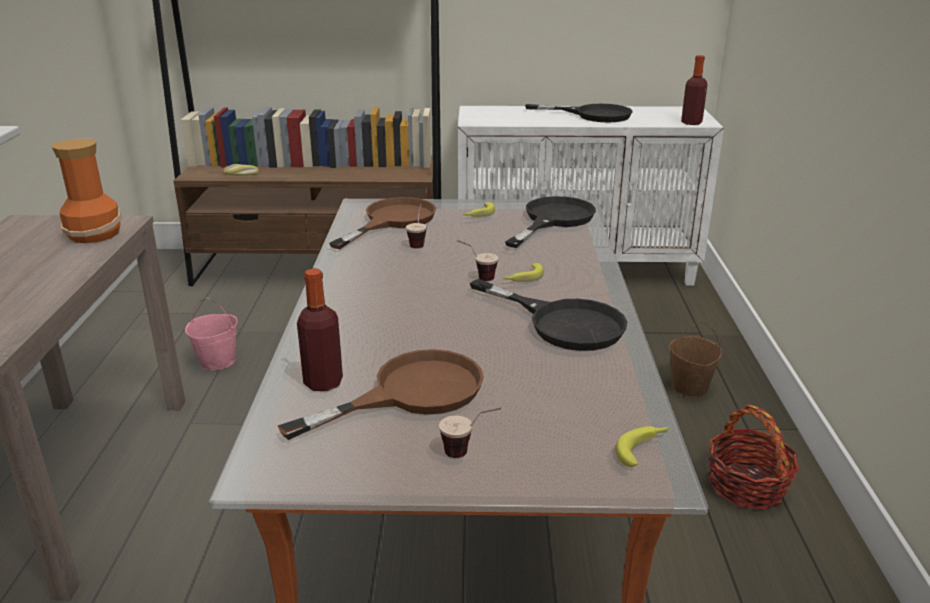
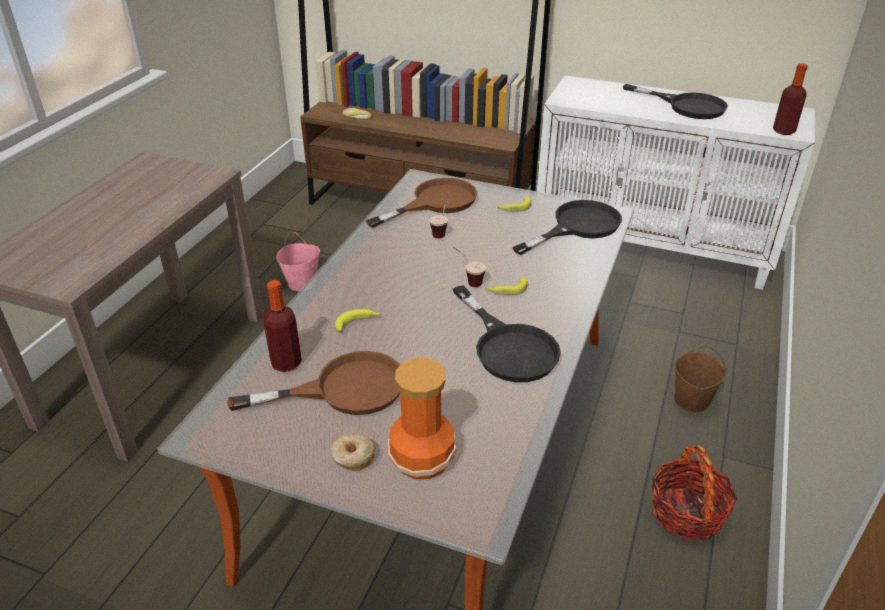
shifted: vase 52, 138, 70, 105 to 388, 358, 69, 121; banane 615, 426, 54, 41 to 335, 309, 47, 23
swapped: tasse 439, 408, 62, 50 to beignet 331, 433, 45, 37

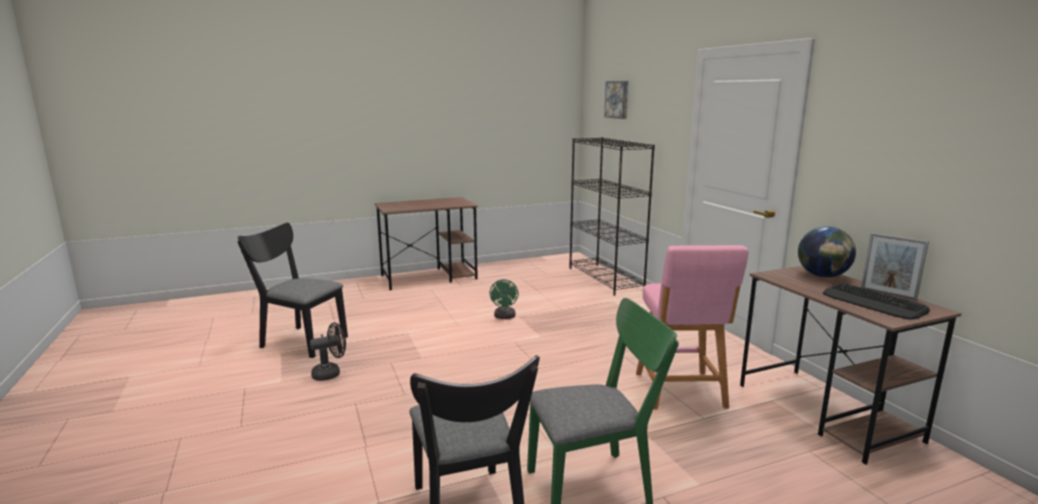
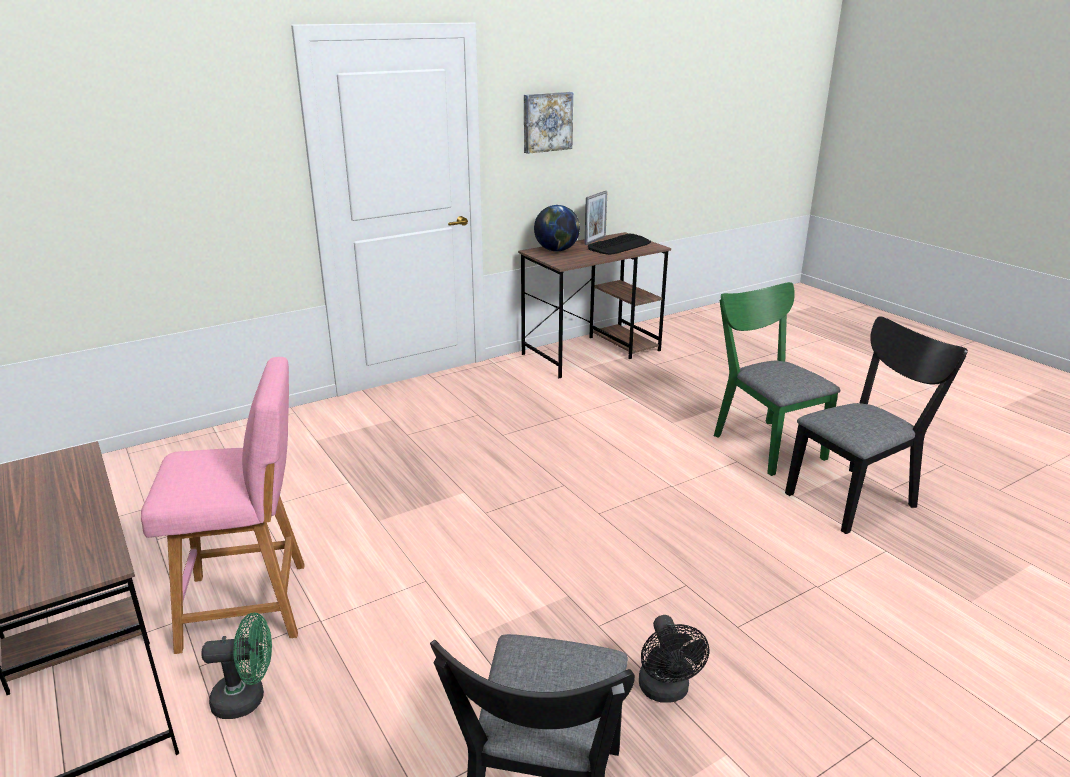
gone: bibliothèque (noir) 569, 137, 86, 158
shifted: ventilateur (vert) 489, 279, 30, 40 to 201, 613, 71, 106; tableau 604, 81, 24, 38 to 524, 92, 49, 62; tabouret (rose) 636, 245, 113, 165 to 141, 357, 164, 297
rotated: ventilateur (noir) 310, 323, 36, 58 = 639, 615, 70, 88 150 degrees counterclockwise

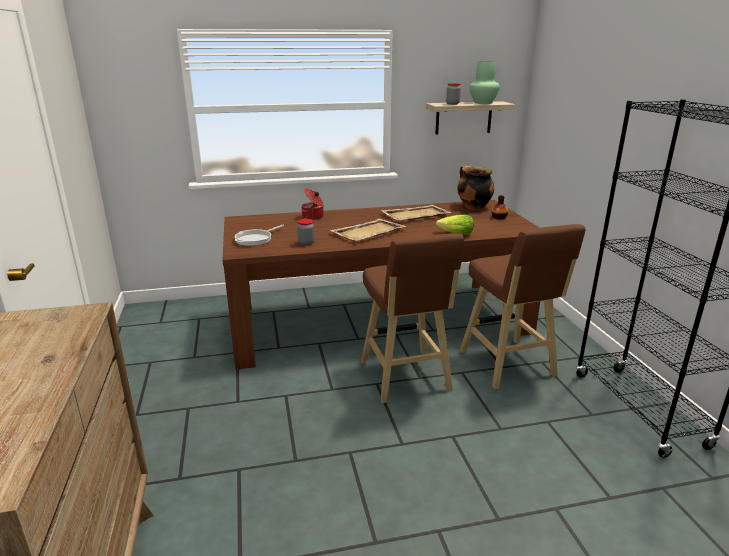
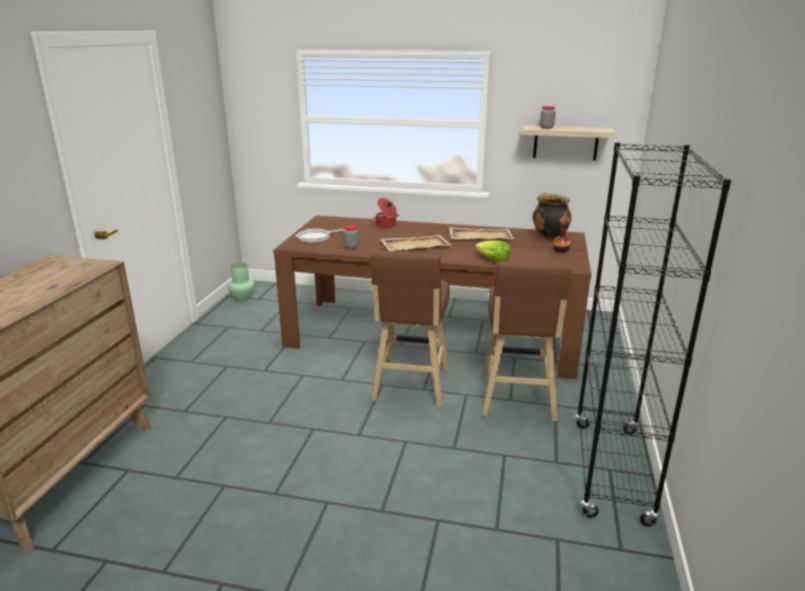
shifted: vase (vert) 470, 61, 30, 43 to 228, 263, 27, 38

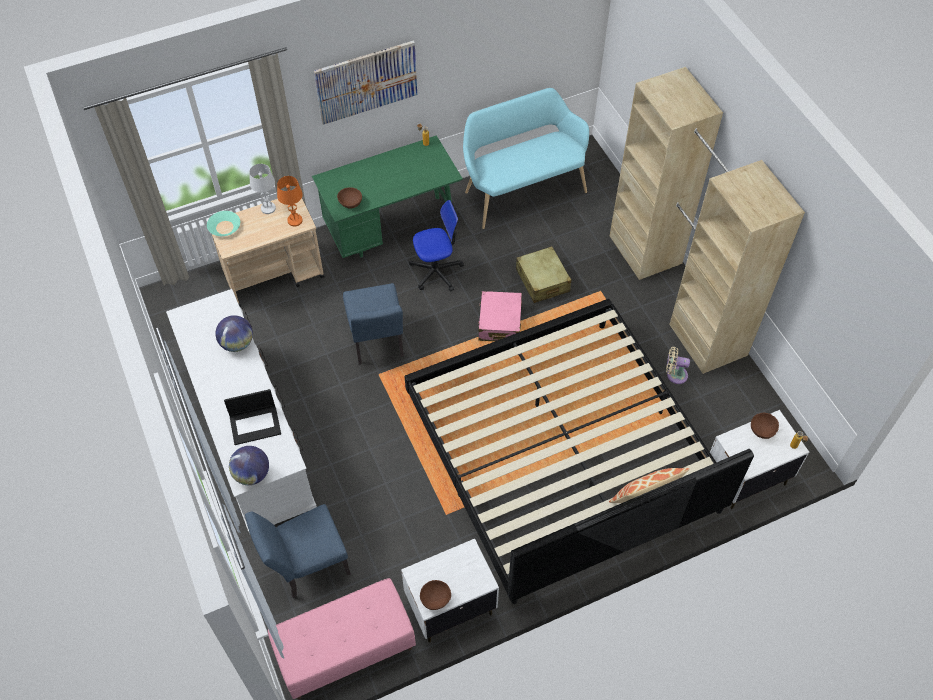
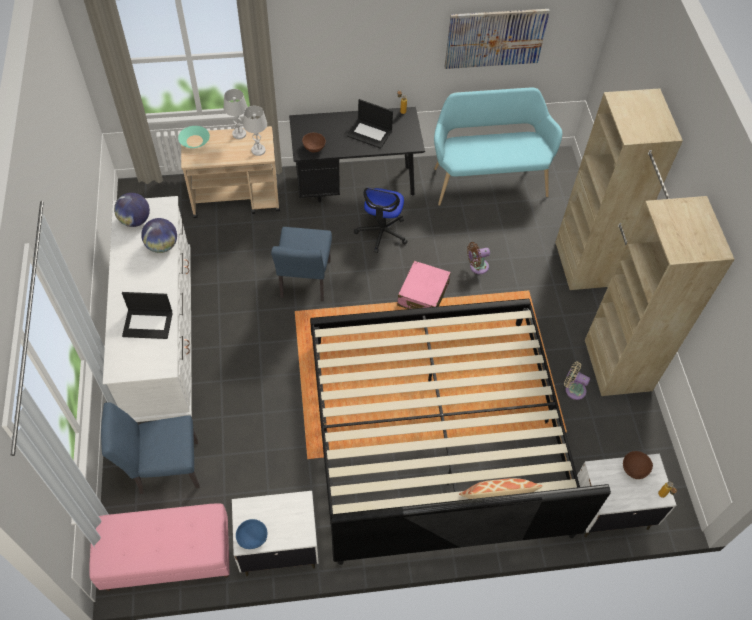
new: ordinateur portable 347, 99, 46, 50
shifted: globe 229, 446, 40, 39 to 114, 193, 36, 34; tableau 314, 41, 103, 84 to 445, 9, 105, 60
swapped: valise (beige) 516, 246, 55, 57 to ventilateur (marron) 467, 242, 23, 32
repainted: lampe de table (orange) 277, 176, 26, 50 to lampe de table (blanc) 243, 106, 24, 50; bureau (vert) 312, 135, 151, 123 to bureau (noir) 289, 107, 136, 96; bol (marron) 420, 580, 31, 30 to bol (bleu) 236, 519, 31, 30
rotated: chaise de bureau 409, 200, 55, 91 = 354, 188, 54, 65 105 degrees clockwise

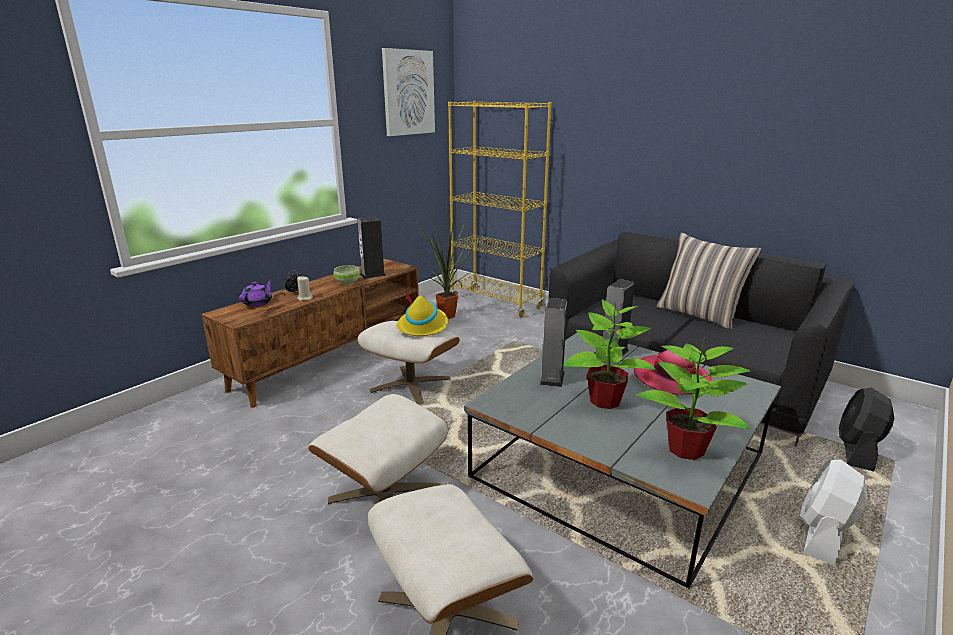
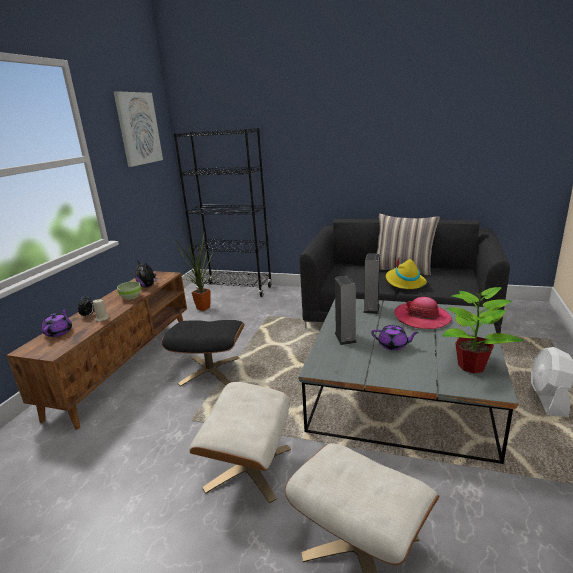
gone: ventilateur (noir) 839, 387, 55, 84
shifted: chapeau (jaune) 397, 291, 51, 45 to 386, 259, 41, 30
swapped: enceinte 357, 217, 29, 62 to peluche 135, 260, 23, 28; plante en pot 563, 299, 93, 110 to théière (violet) 371, 325, 48, 25
repainted: pouf (beige) 357, 321, 103, 83 to pouf (noir) 161, 320, 83, 66; bibliothèque (jaune) 448, 101, 104, 217 to bibliothèque (noir) 174, 128, 98, 169

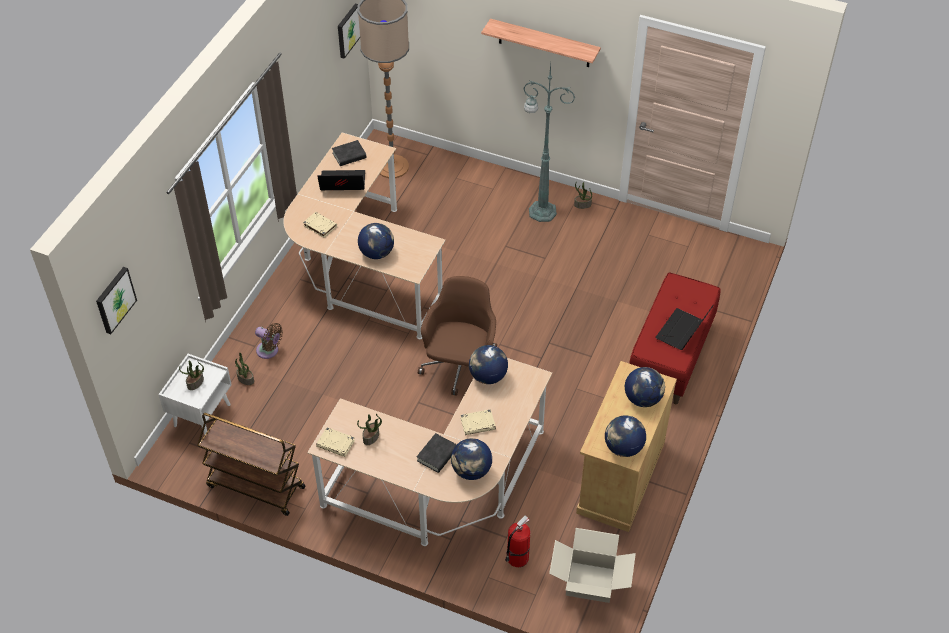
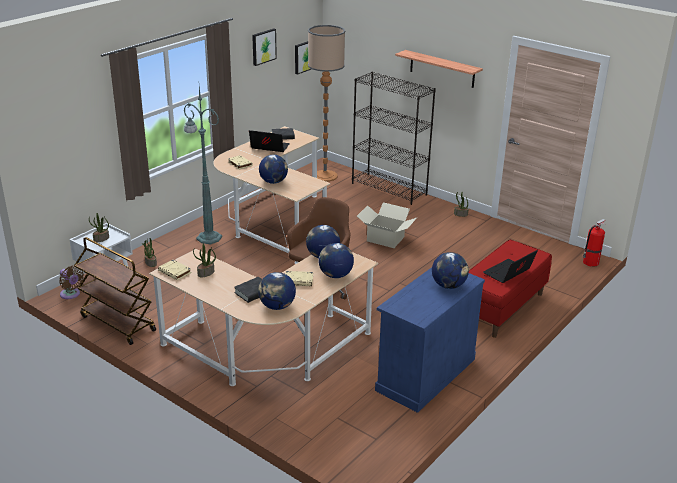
new: bibliothèque (noir) 352, 72, 84, 133
shifted: tableau 96, 267, 41, 67 to 252, 28, 25, 38; ventilateur (marron) 255, 323, 28, 36 to 59, 266, 25, 33; extincteur 505, 515, 25, 52 to 583, 219, 23, 48; lampadaire (vert) 523, 64, 52, 158 to 184, 86, 38, 158; carton 549, 528, 87, 75 to 357, 202, 60, 46; globe 605, 415, 41, 42 to 319, 243, 35, 35
repainted: meuble de rangement (beige) 576, 361, 101, 171 to meuble de rangement (bleu) 375, 267, 110, 146

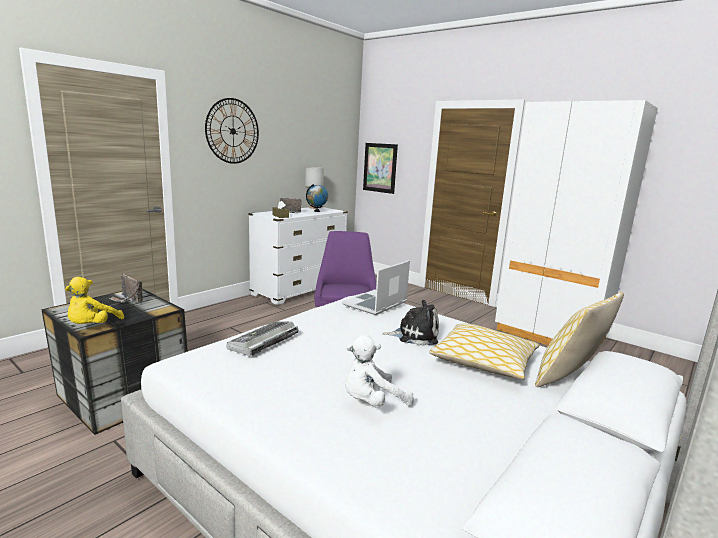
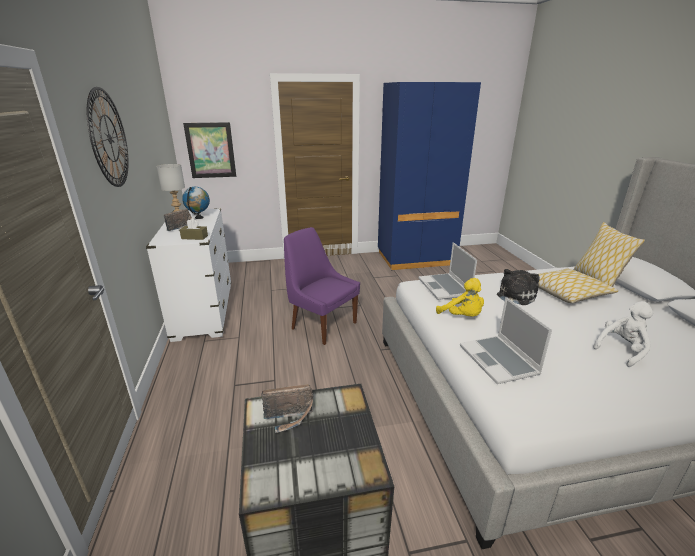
shifted: peluche (jaune) 65, 277, 59, 47 to 436, 278, 48, 38
swapped: clavier 227, 321, 71, 35 to ordinateur portable 460, 297, 92, 87
repainted: armoire (blanc) 495, 100, 163, 245 to armoire (bleu) 378, 82, 103, 188
rotated: peluche (blanc) 345, 335, 69, 72 = 593, 301, 60, 66 135 degrees counterclockwise

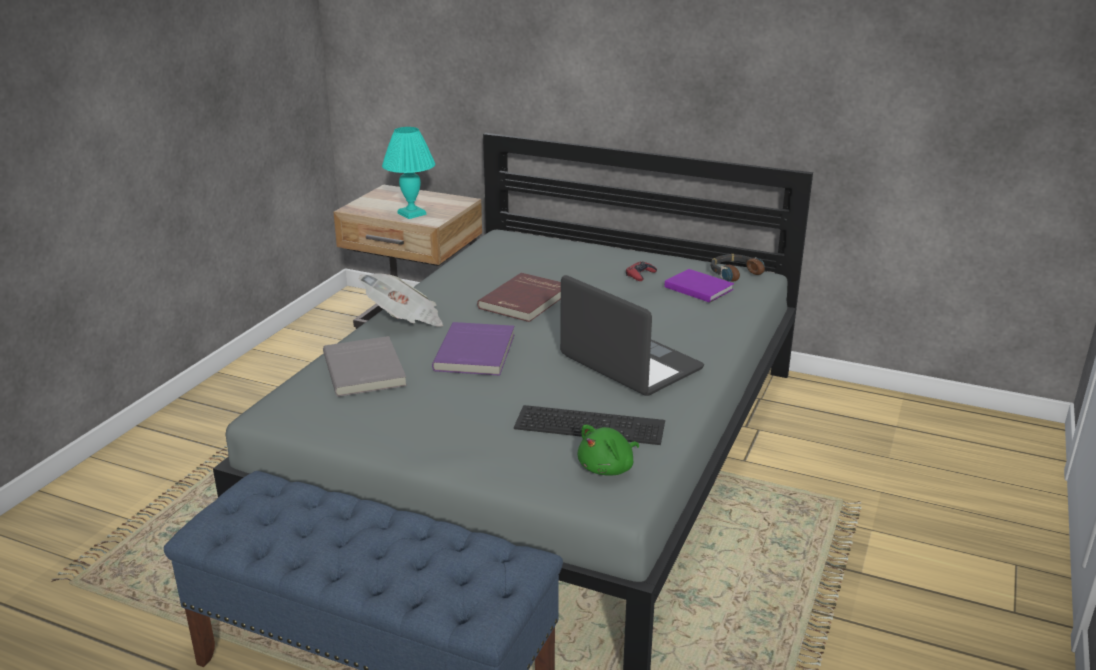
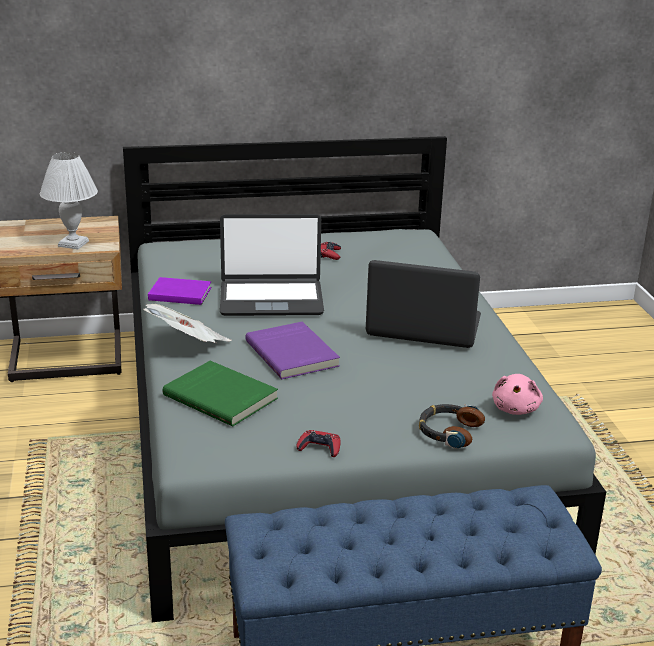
gone: clavier 514, 405, 151, 40
new: manette (rouge) 296, 430, 44, 27
shifted: livre (violet) 665, 269, 69, 34 to 148, 277, 63, 28; casque audio 711, 254, 54, 28 to 419, 404, 66, 45
swapped: livre (rouge) 477, 273, 84, 49 to ordinateur portable 220, 214, 104, 102
repainted: livre (gris) 323, 336, 84, 61 to livre (vert) 163, 361, 115, 66; lampe de table (turquoise) 382, 127, 53, 92 to lampe de table (blanc) 40, 152, 58, 97; peluche (vert) 578, 425, 61, 51 to peluche (rose) 492, 374, 51, 41

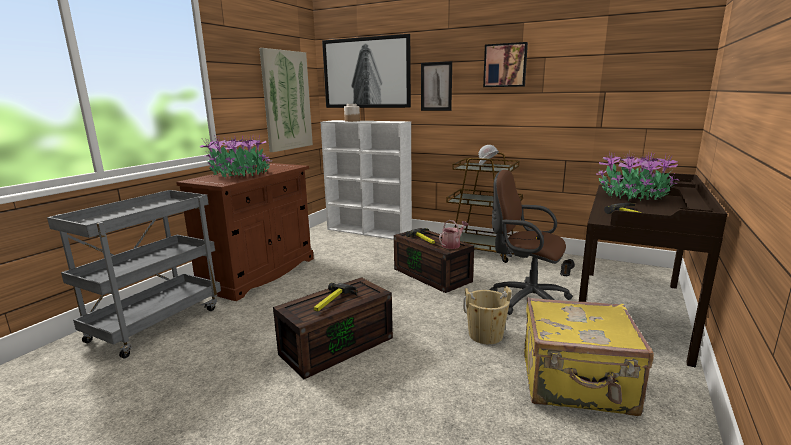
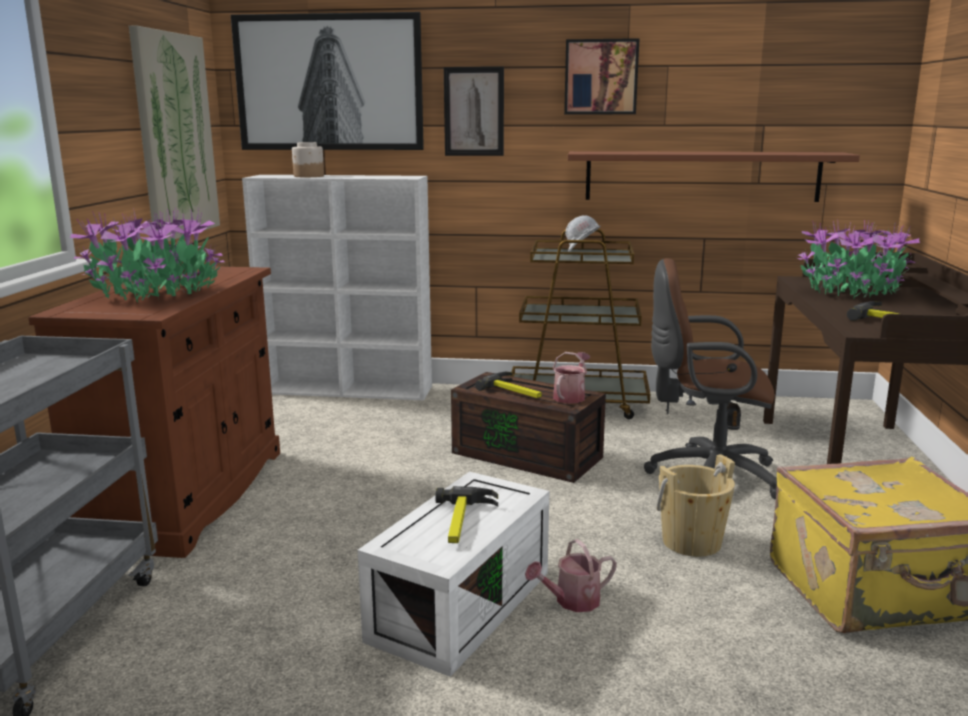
new: arrosoir 525, 539, 92, 73; étagère (marron) 568, 151, 292, 51
repainted: boîte de rangement (marron) 273, 277, 120, 102 to boîte de rangement (blanc) 358, 472, 191, 205

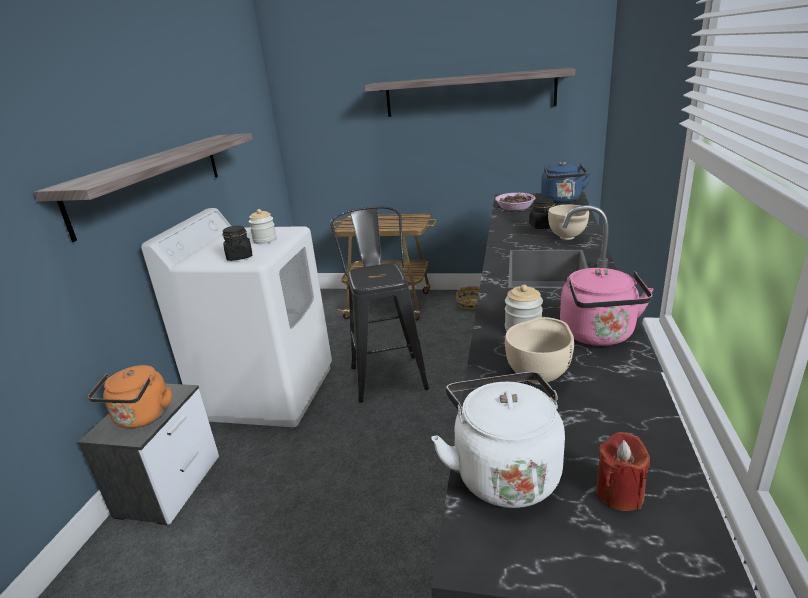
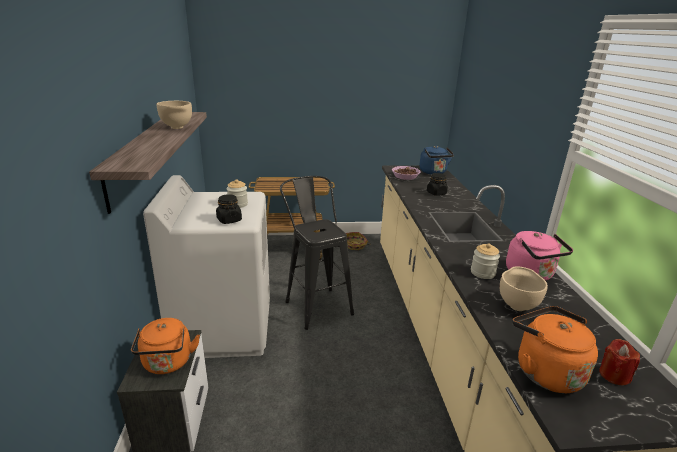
gone: étagère 365, 67, 210, 50
shifted: bol (beige) 548, 205, 41, 35 to 157, 101, 35, 28
repainted: bouilloire (blanc) 431, 372, 134, 136 to bouilloire (orange) 512, 306, 86, 87

